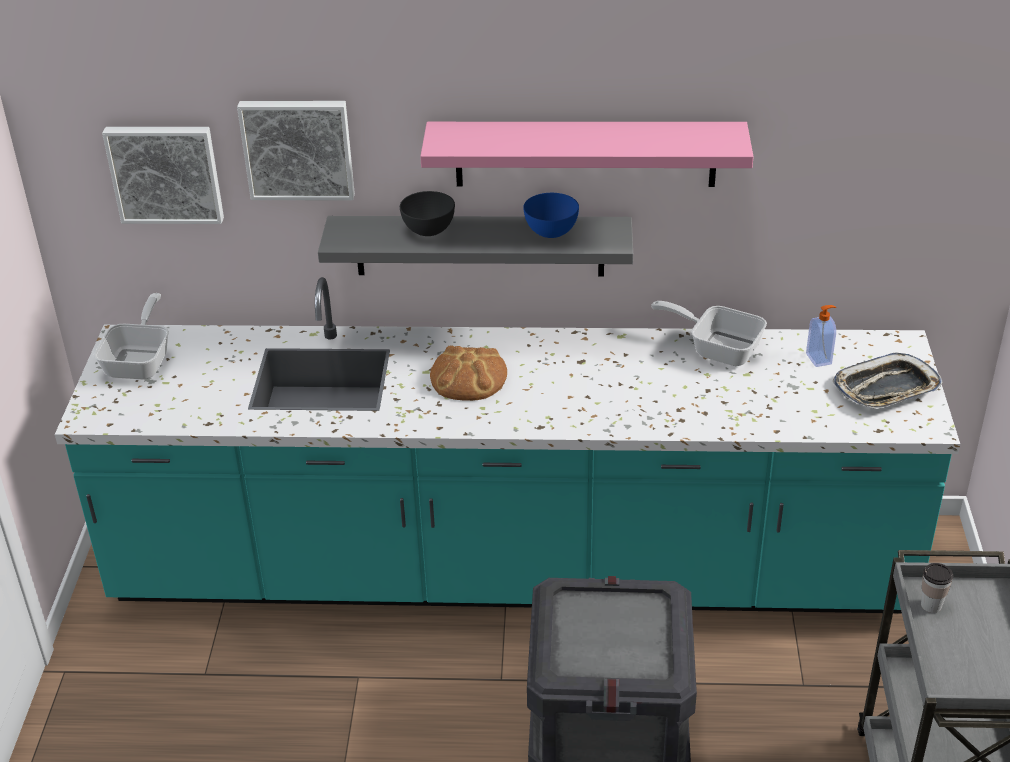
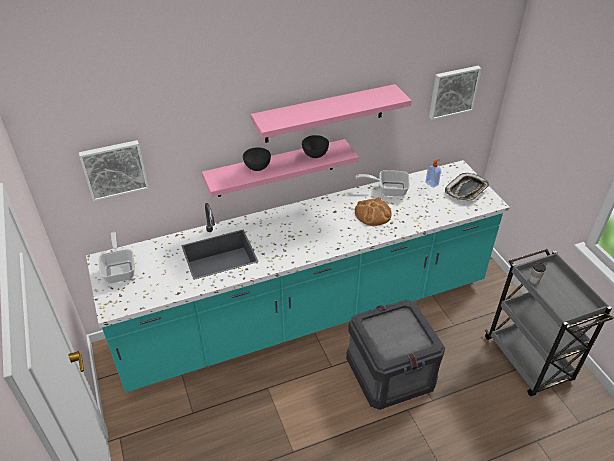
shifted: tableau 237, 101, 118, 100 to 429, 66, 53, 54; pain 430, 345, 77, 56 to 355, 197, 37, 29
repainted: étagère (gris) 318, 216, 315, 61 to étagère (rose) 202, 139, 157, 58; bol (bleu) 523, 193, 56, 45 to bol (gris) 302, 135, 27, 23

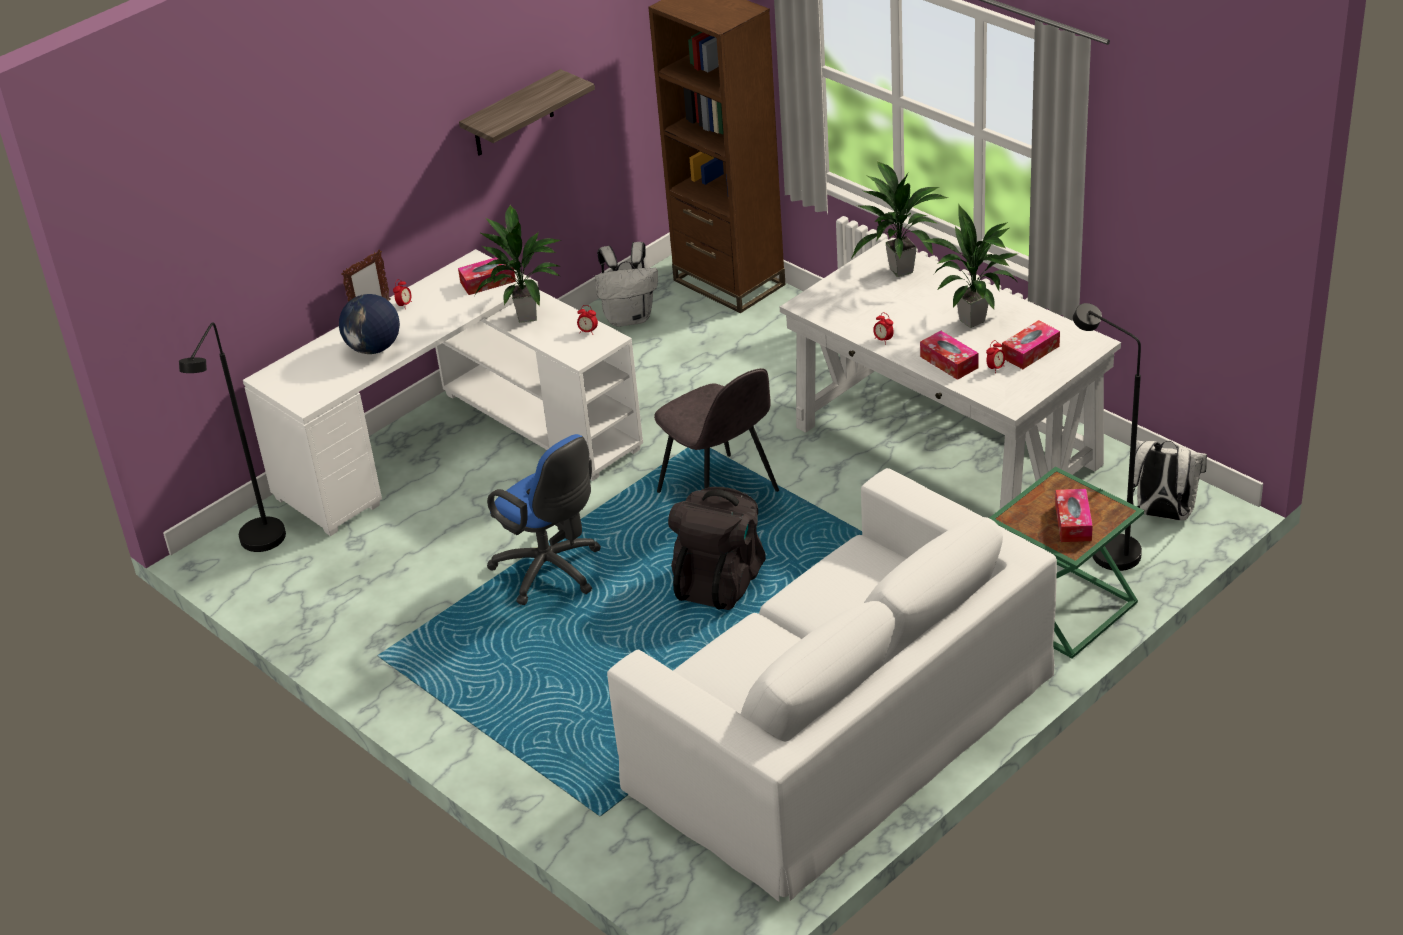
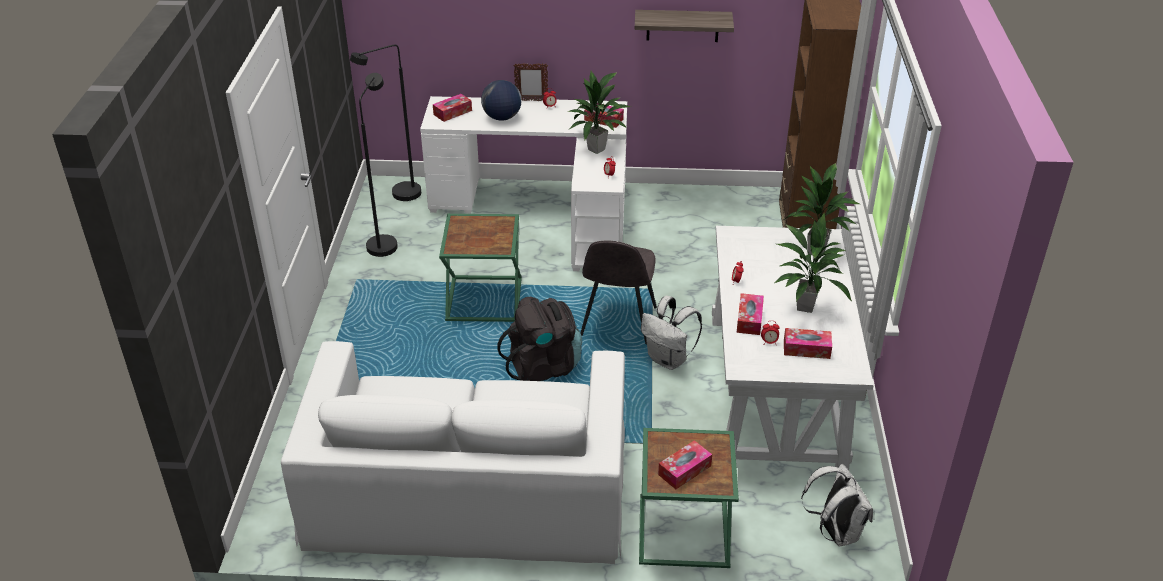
new: boîte à mouchoirs 433, 94, 39, 28
shifted: sac à dos (blanc) 595, 242, 63, 85 to 641, 296, 61, 74; lampadaire (noir) 1073, 303, 69, 268 to 359, 73, 39, 184
swapped: chaise de bureau (bleu) 487, 434, 114, 171 to table d'appoint (vert) 439, 214, 83, 108

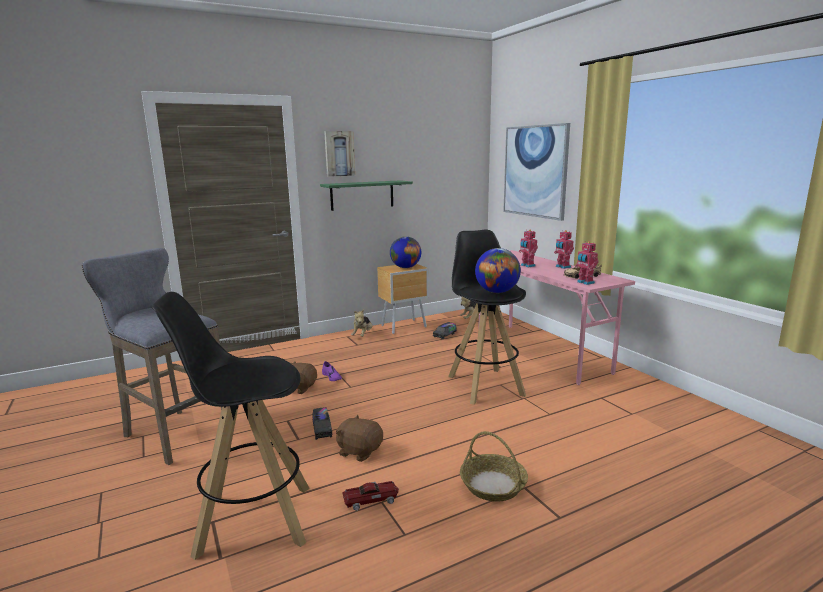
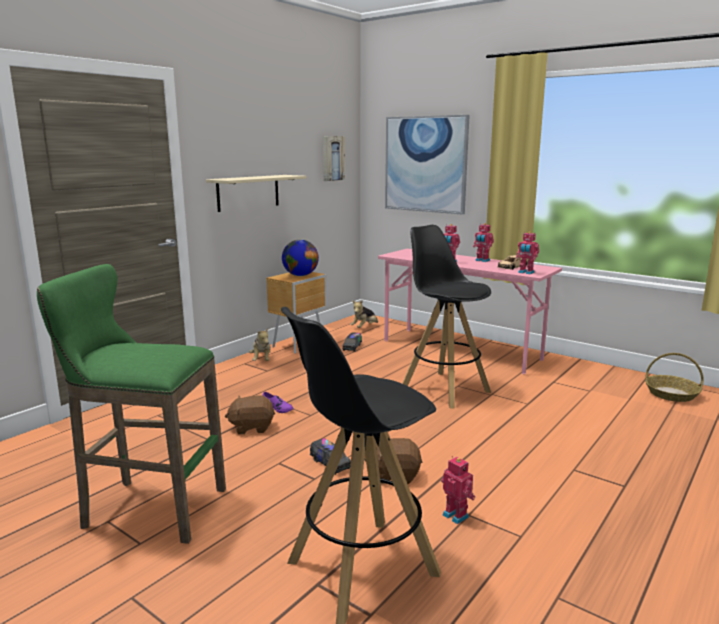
gone: globe 475, 248, 46, 45
shifted: tableau 324, 131, 31, 46 to 323, 136, 22, 45; panier 460, 431, 68, 71 to 645, 353, 59, 49
swapped: petite voiture 342, 481, 57, 30 to robot jouet 441, 456, 34, 68
repainted: tabouret (gris) 82, 248, 140, 217 to tabouret (vert) 37, 264, 189, 280; étagère (vert) 320, 180, 93, 31 to étagère (beige) 206, 175, 100, 37

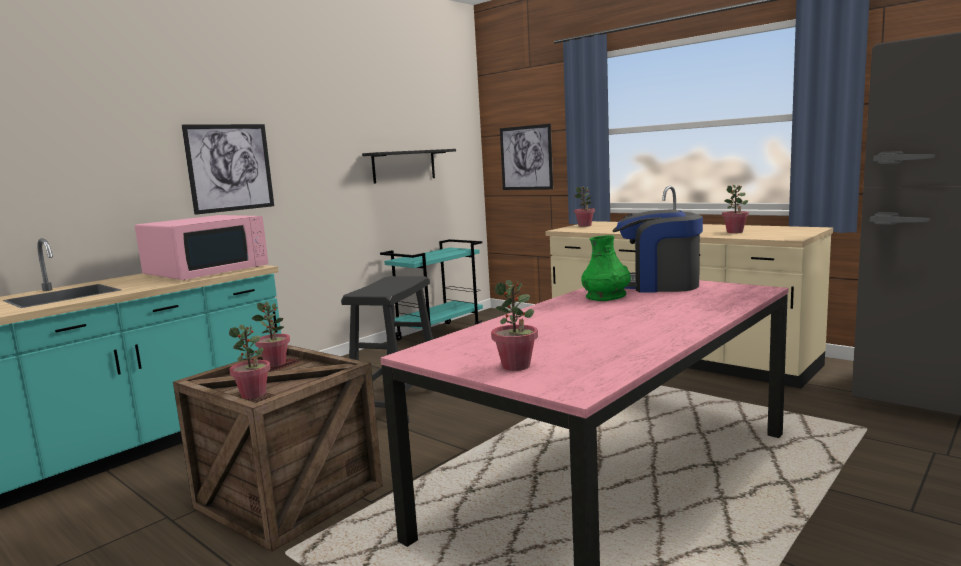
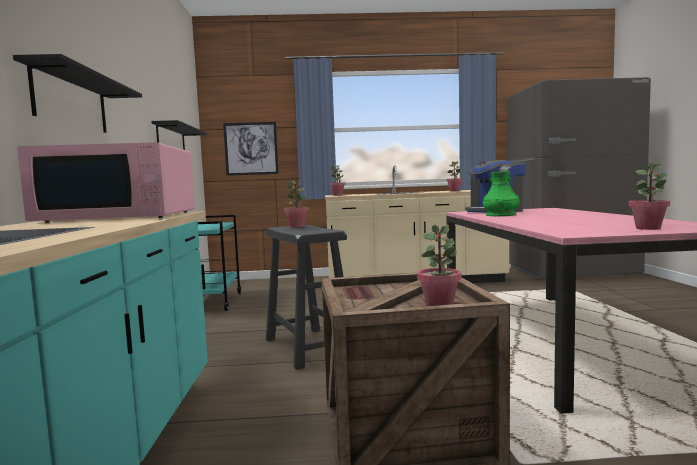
shifted: plante en pot 252, 302, 38, 65 to 284, 181, 25, 47
swapped: tableau 182, 124, 92, 91 to étagère (noir) 13, 54, 129, 79
rotated: micro-ondes (rose) 135, 215, 133, 65 = 17, 142, 178, 81 90 degrees clockwise

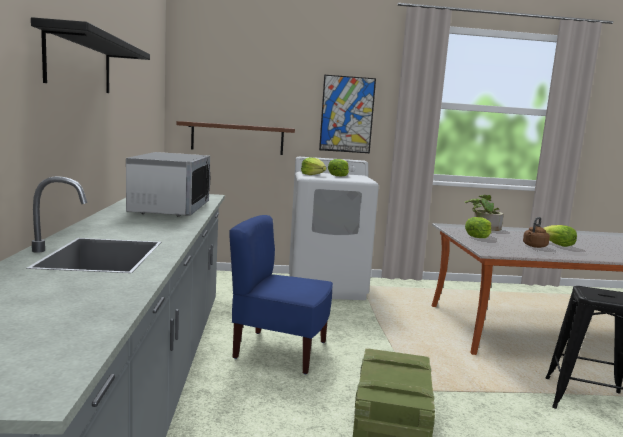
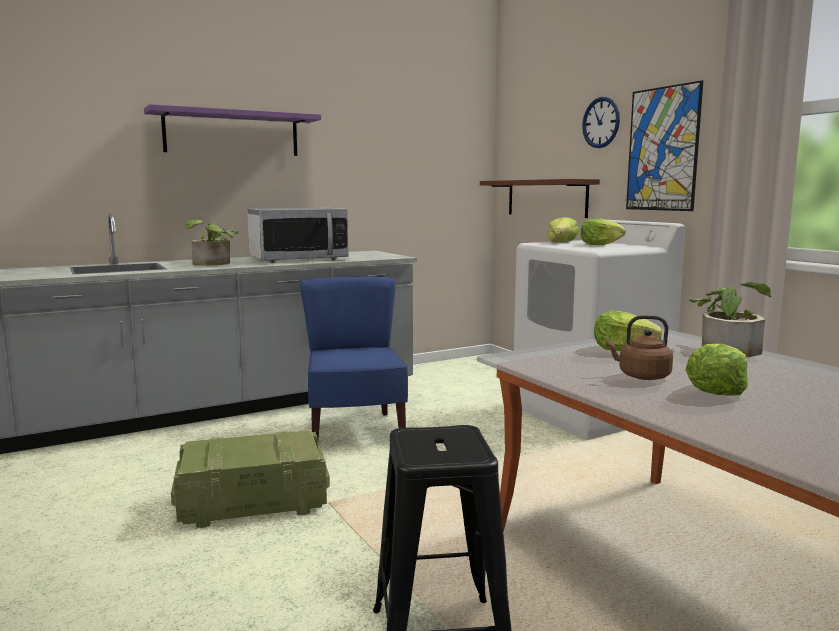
new: plante en pot 185, 220, 54, 46; horloge murale 582, 97, 38, 51
repainted: étagère (noir) 31, 17, 119, 76 to étagère (violet) 144, 104, 177, 52

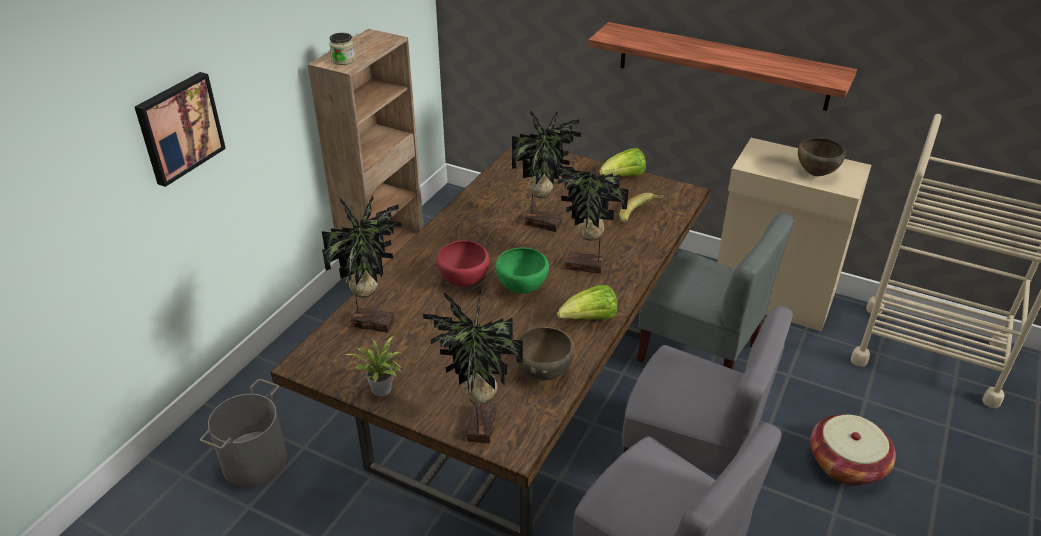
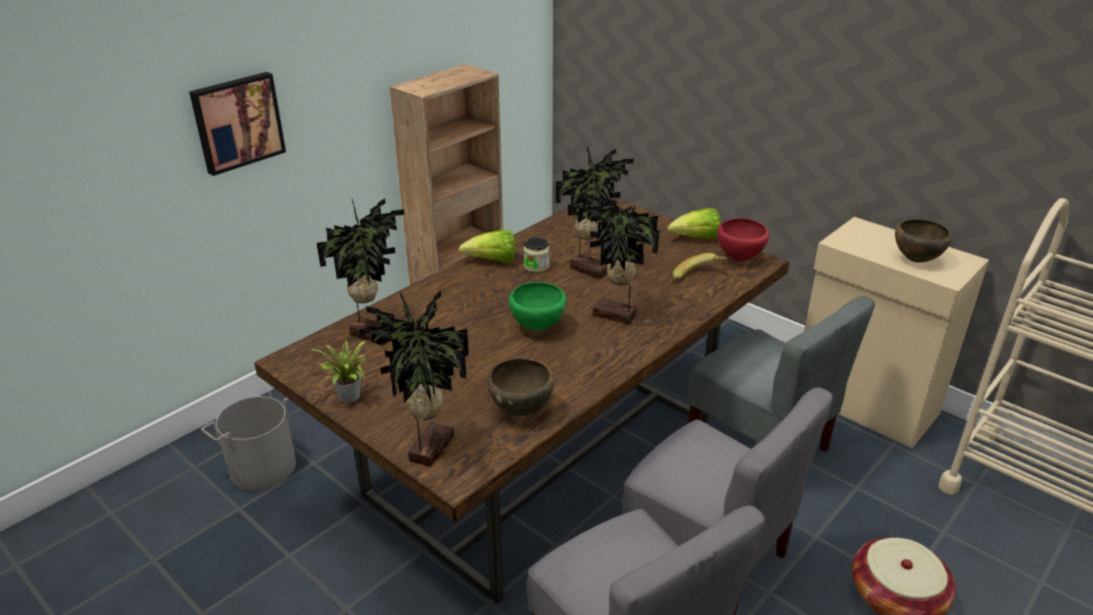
gone: étagère 588, 22, 269, 89
shifted: bocal 329, 33, 26, 32 to 523, 237, 27, 35; bol (rouge) 436, 241, 54, 46 to 717, 218, 52, 43; laitue 557, 285, 60, 35 to 459, 230, 56, 33

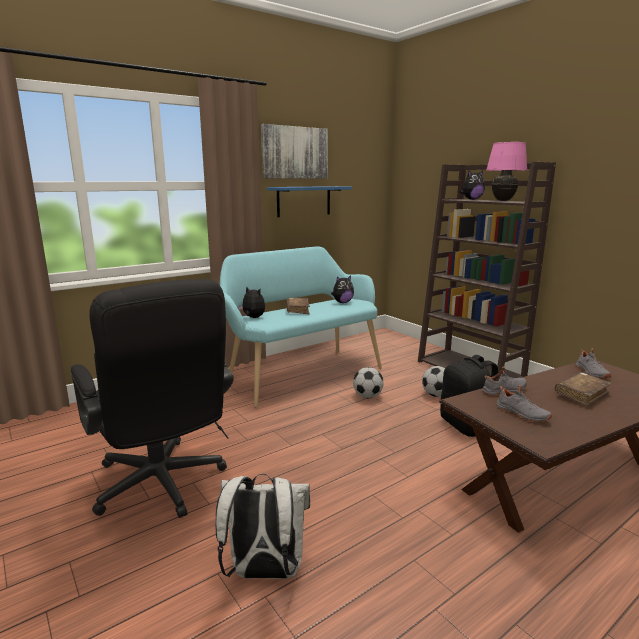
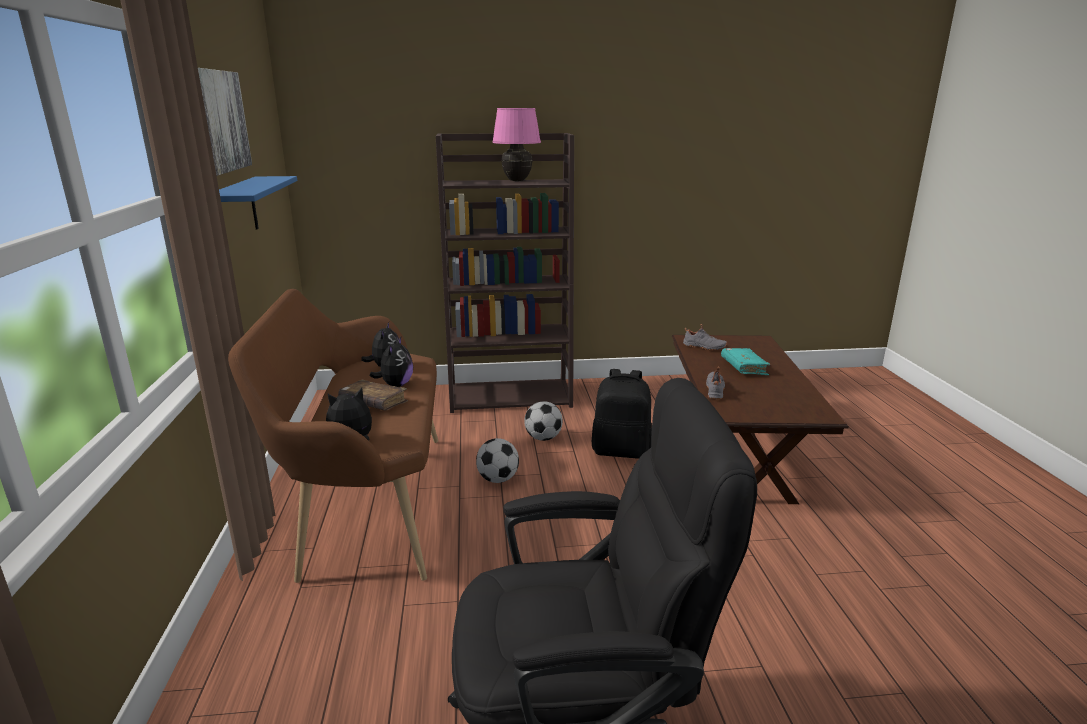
gone: sac à dos (blanc) 215, 474, 95, 105; chaussure (gris) 496, 385, 56, 37
shifted: peluche 460, 170, 25, 30 to 370, 337, 43, 50
repainted: banc (turquoise) 220, 246, 162, 162 to banc (marron) 228, 289, 210, 294; livre (marron) 555, 372, 57, 35 to livre (turquoise) 721, 348, 49, 27

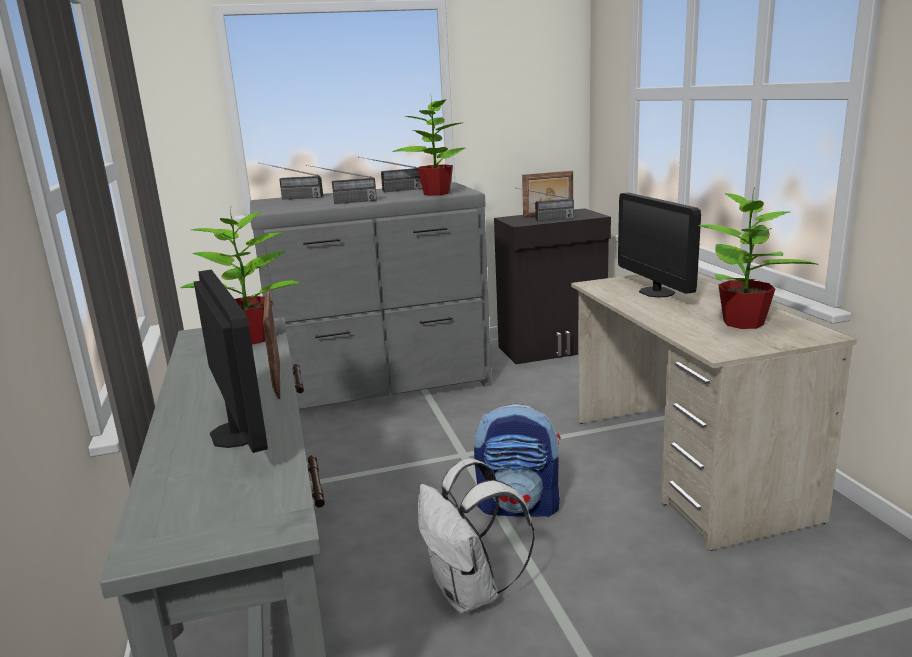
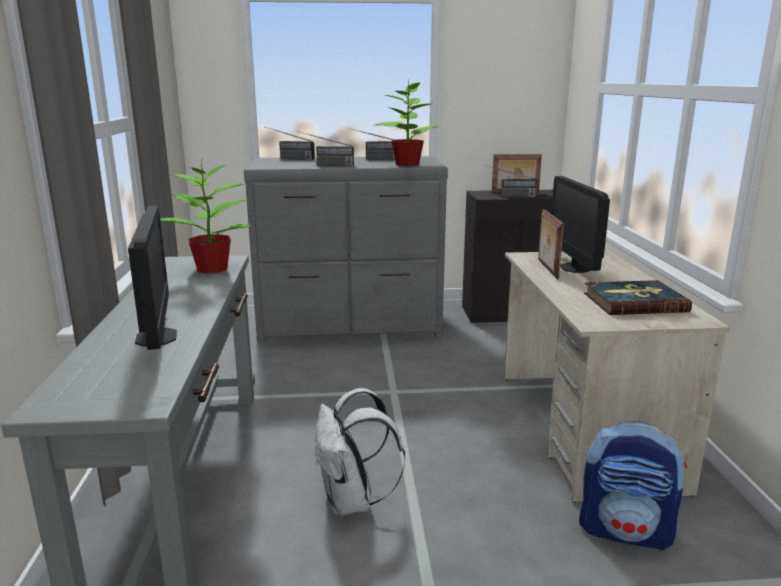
shifted: cadre photo 263, 289, 17, 110 to 538, 209, 26, 70; sac à dos 474, 404, 87, 113 to 579, 421, 108, 130
swapped: plante en pot 698, 188, 119, 141 to livre 584, 280, 108, 35

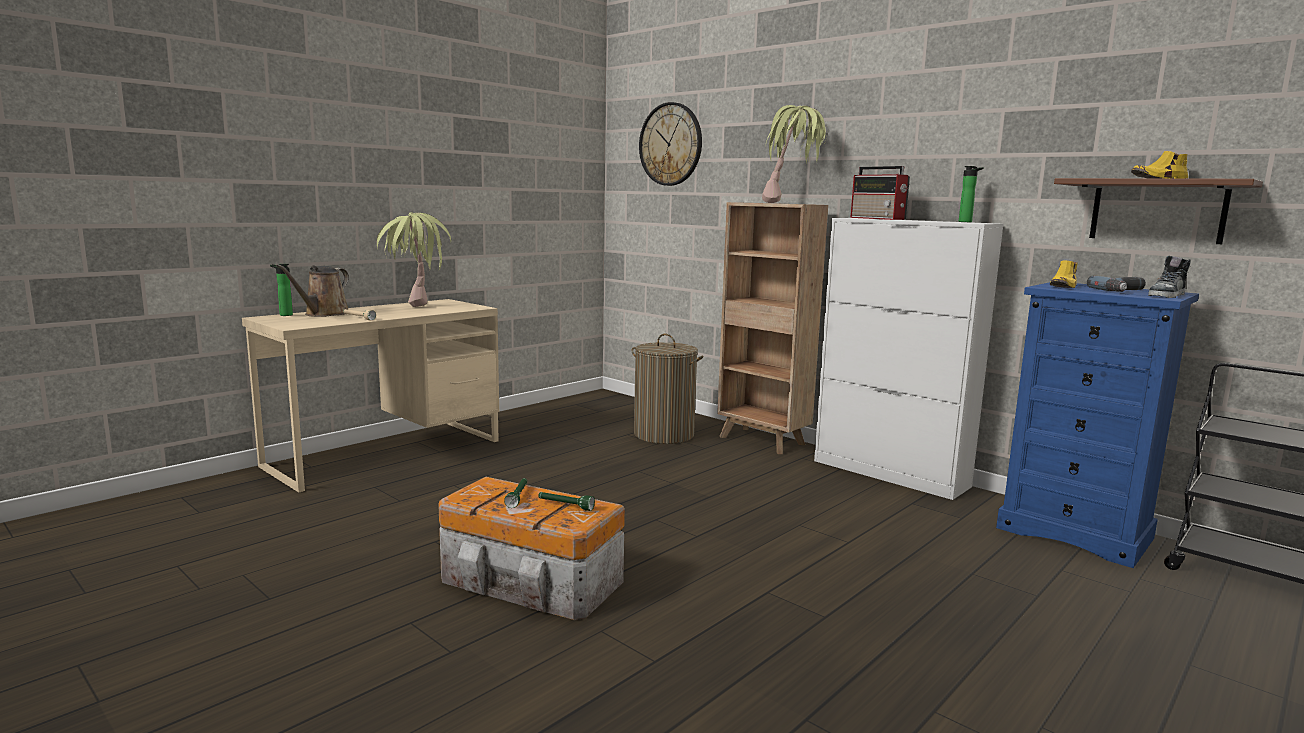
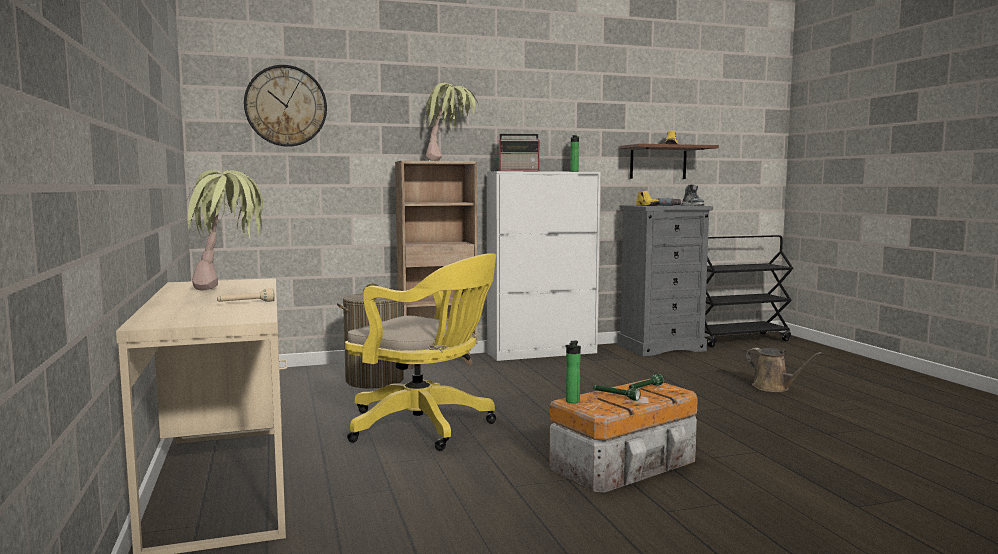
new: chaise de bureau (jaune) 345, 253, 151, 198
shifted: bouteille 270, 264, 23, 52 to 566, 340, 15, 63; arrosoir (marron) 276, 264, 73, 53 to 746, 348, 77, 44
repainted: commode (bleu) 996, 282, 203, 286 to commode (gris) 617, 205, 96, 151

